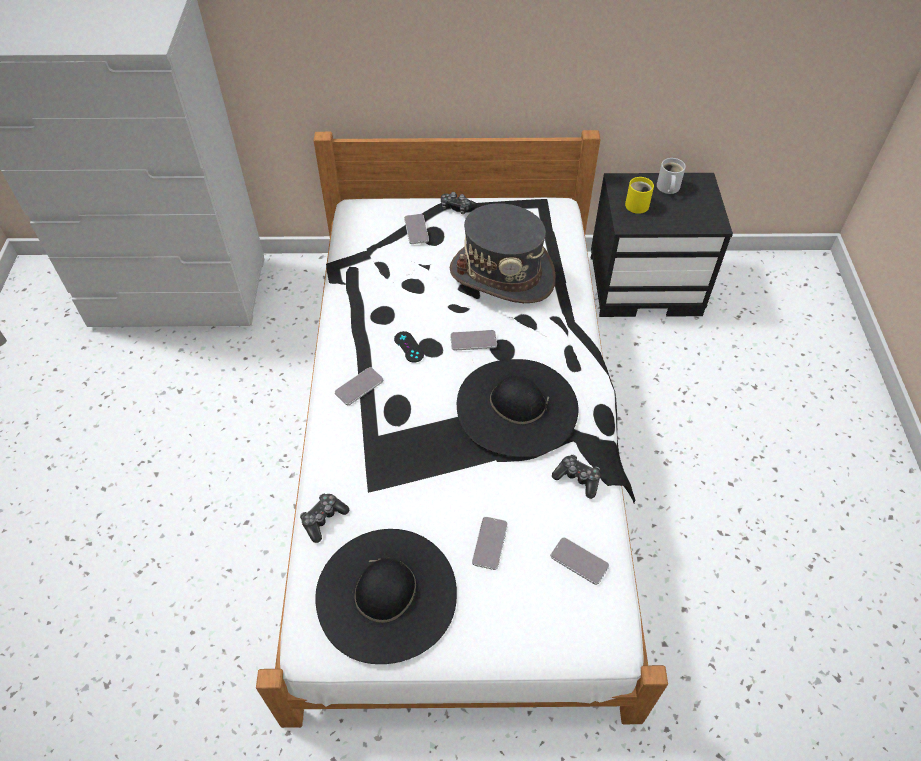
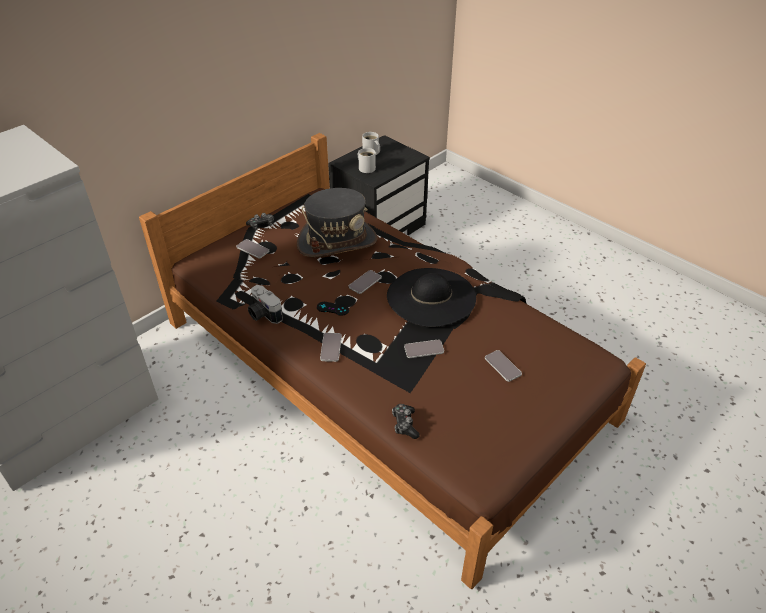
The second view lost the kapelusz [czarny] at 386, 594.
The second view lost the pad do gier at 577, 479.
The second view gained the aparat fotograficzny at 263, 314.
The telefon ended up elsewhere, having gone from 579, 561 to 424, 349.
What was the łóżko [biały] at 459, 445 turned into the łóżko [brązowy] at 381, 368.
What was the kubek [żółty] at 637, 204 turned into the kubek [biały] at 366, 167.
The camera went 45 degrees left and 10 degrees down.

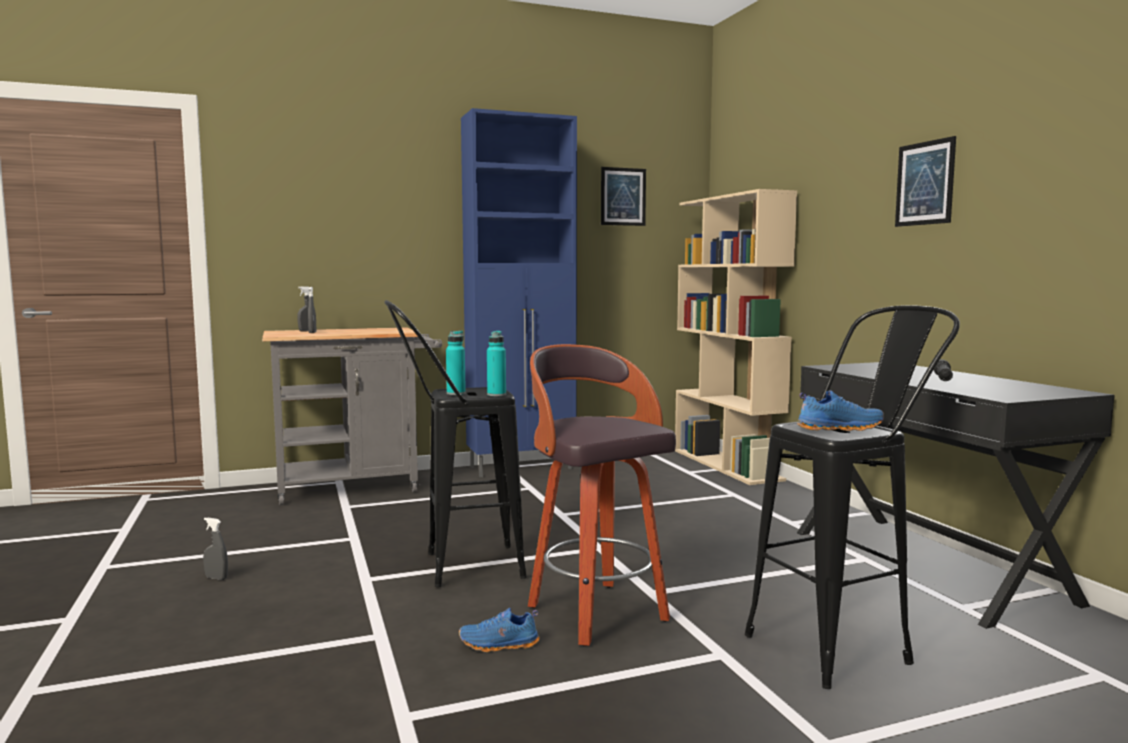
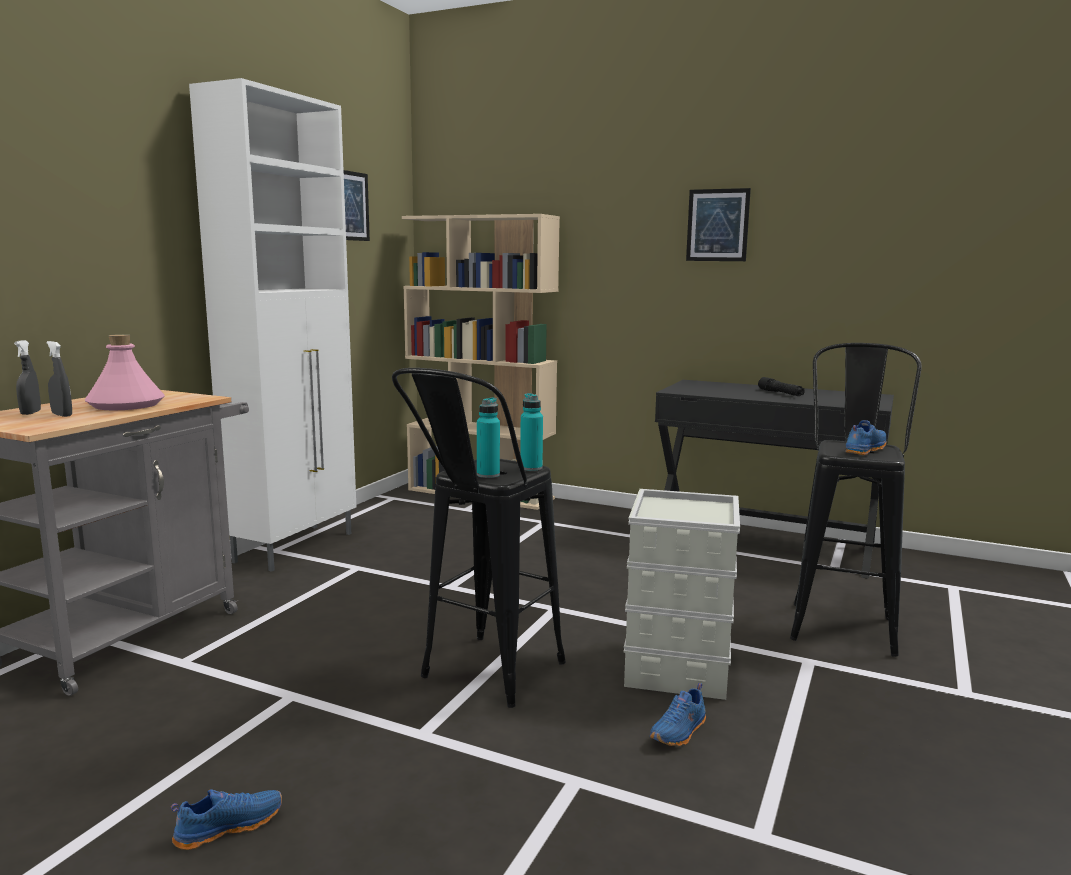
The second view gained the butelka [różowy] at 126, 405.
Where the spryskiwacz [szary] stood at 216, 578, the but [niebieski] came to stand at 229, 826.
Where the stołek stood at 594, 612, the pojemnik do przechowywania [szary] came to stand at 675, 668.
What was the szafka [niebieski] at 522, 468 turned into the szafka [biały] at 297, 547.
The camera went 45 degrees left and 5 degrees up.

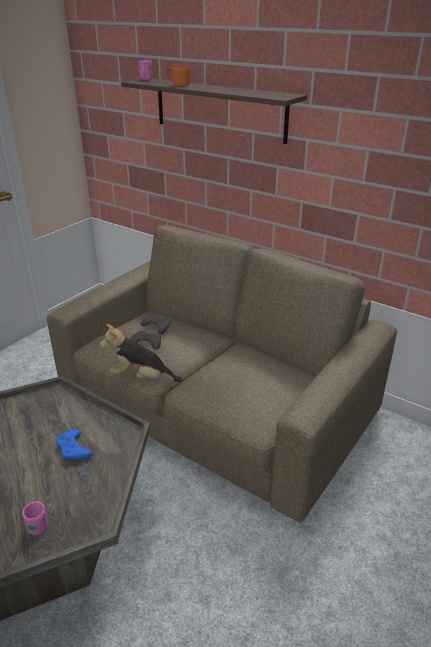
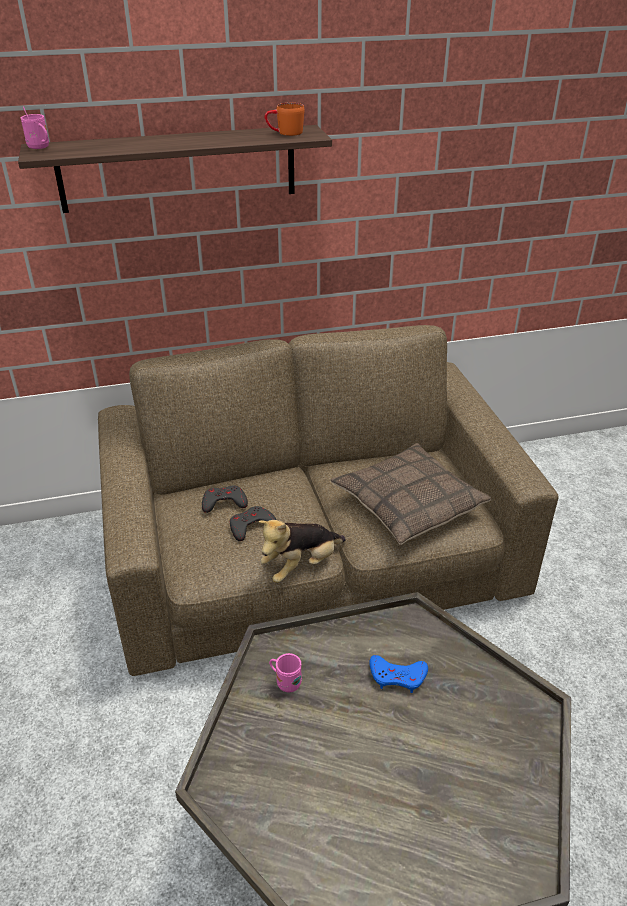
The second view gained the poduszka at 408, 503.
The kubek [różowy] ended up elsewhere, having gone from 39, 525 to 285, 682.
The kubek [pomarańczowy] ended up elsewhere, having gone from 178, 84 to 284, 133.
The camera went 50 degrees left and 5 degrees up.

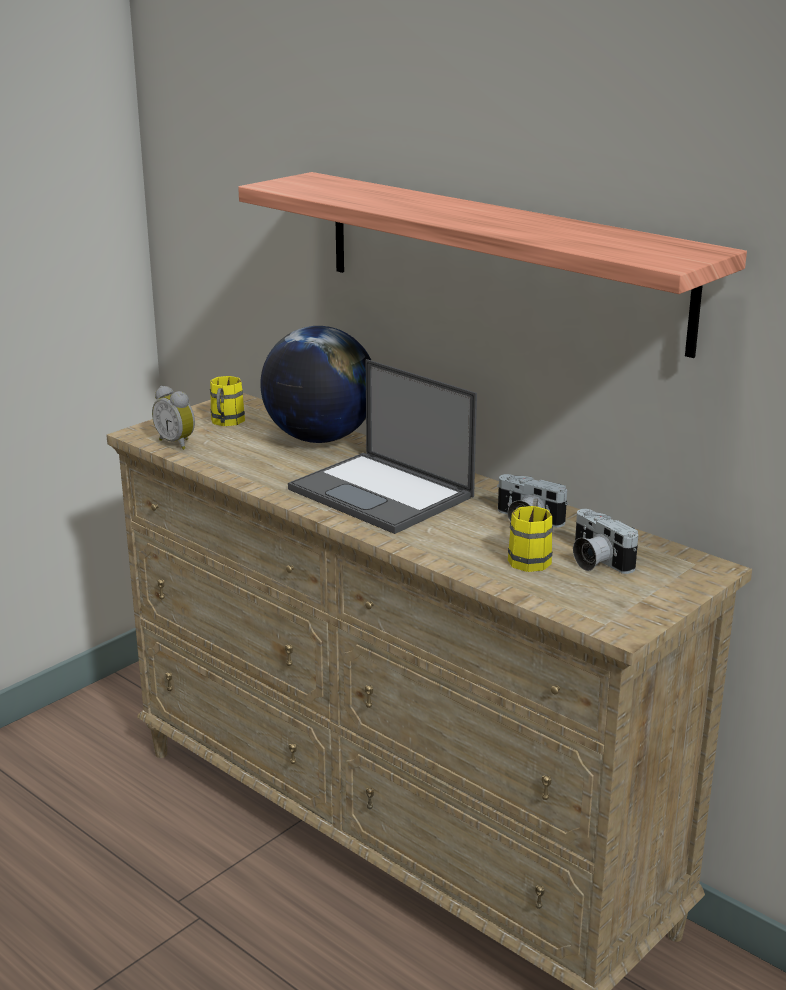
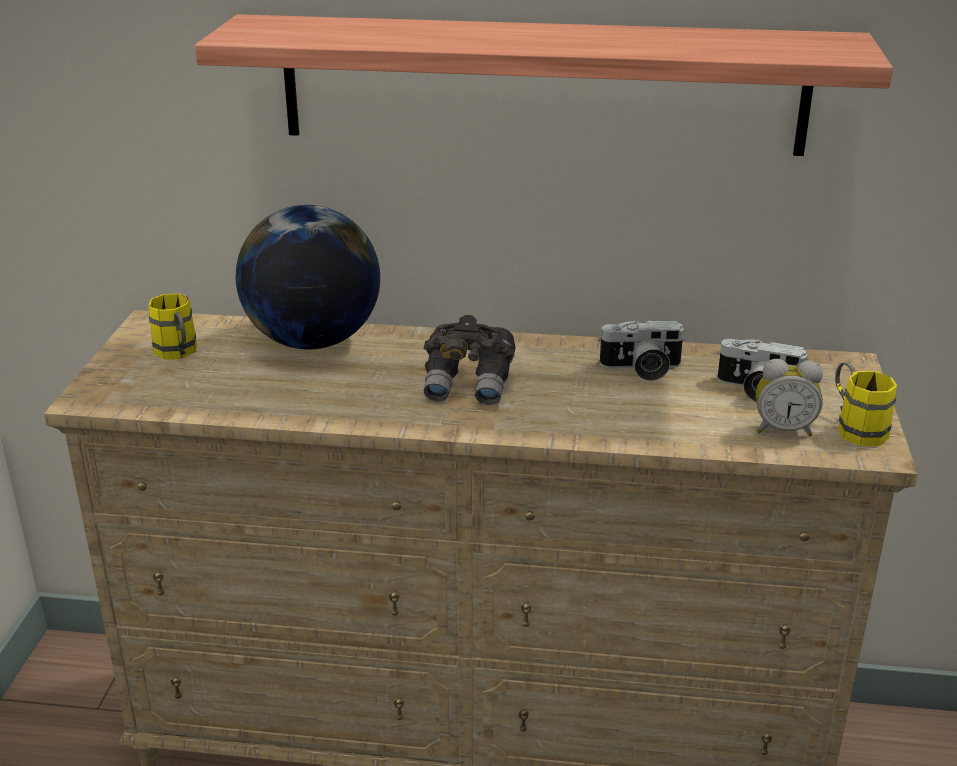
The budzik ended up elsewhere, having gone from 177, 443 to 783, 429.
The kubek [żółty] ended up elsewhere, having gone from 530, 556 to 854, 427.
Where the laptop stood at 383, 493, the lornetka [szary] came to stand at 469, 384.
The camera went 35 degrees left and 5 degrees up.

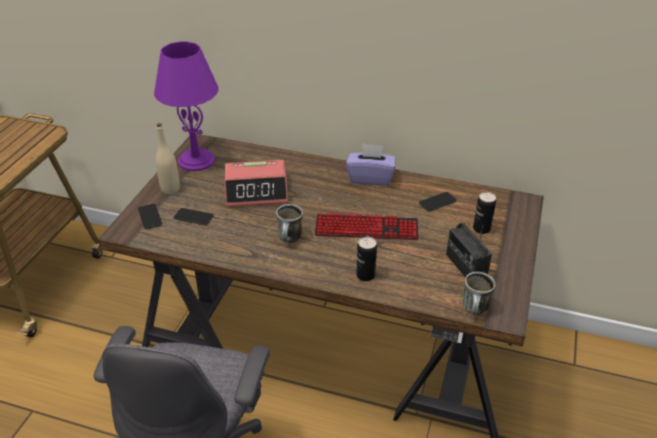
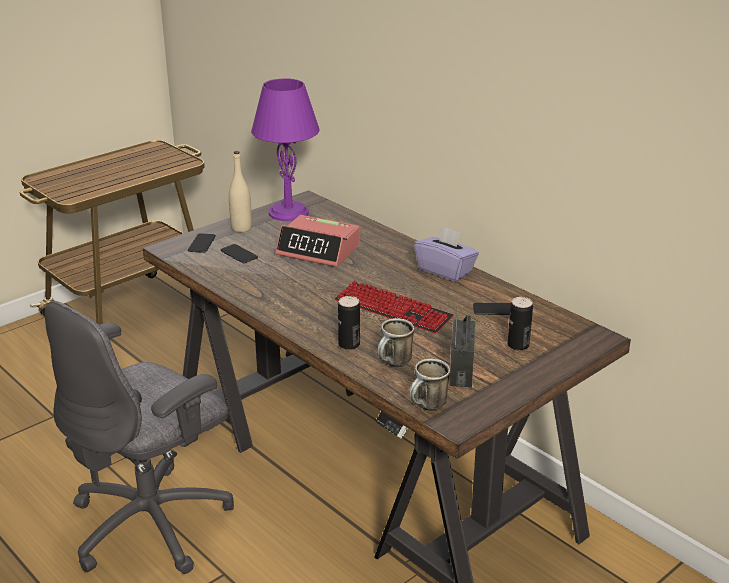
The kubek ended up elsewhere, having gone from 290, 240 to 394, 364.
The camera went 30 degrees right and 10 degrees down.

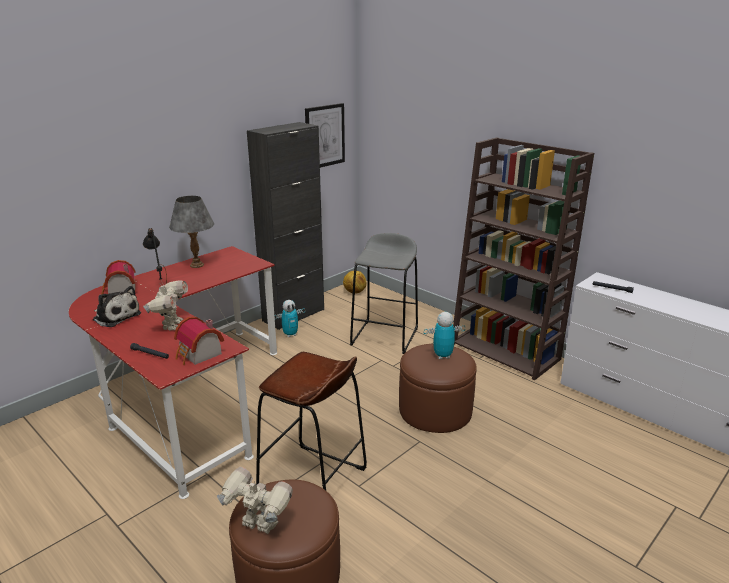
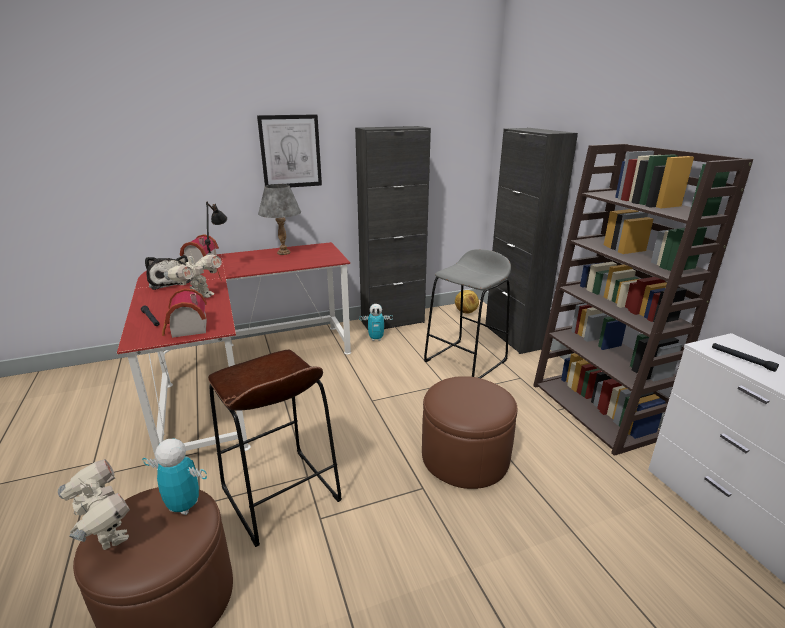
The second view gained the szafka [czarny] at 513, 337.
The obraz ended up elsewhere, having gone from 324, 136 to 290, 151.
The robot zabawkowy ended up elsewhere, having gone from 442, 356 to 184, 506.
The camera went 25 degrees right and 0 degrees up.

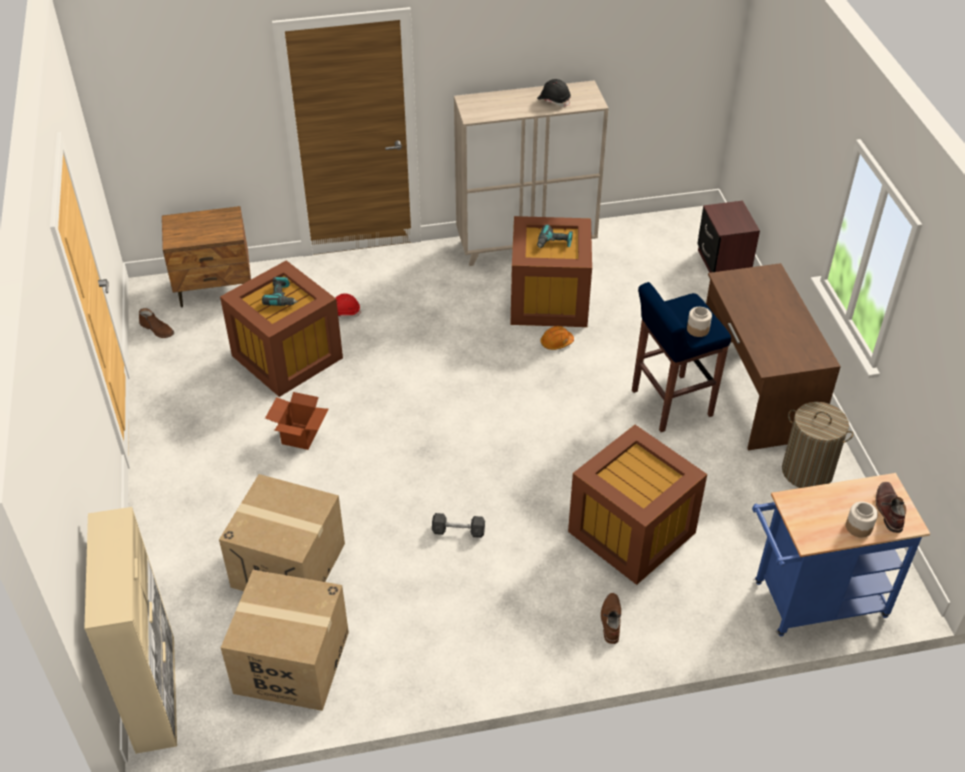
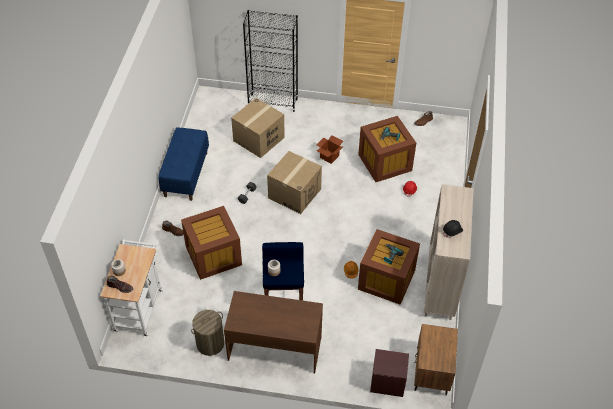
The second view lost the szafka [beżowy] at 155, 692.
The second view gained the ławka [niebieski] at 186, 174.
The second view gained the regał [czarny] at 273, 102.
The szafka nocna [brązowy] ended up elsewhere, having gone from 215, 287 to 431, 373.
The karton ended up elsewhere, having gone from 291, 662 to 294, 193.
What was the wózek [niebieski] at 812, 602 turned into the wózek [biały] at 139, 307.
The camera went 110 degrees right and 5 degrees up.

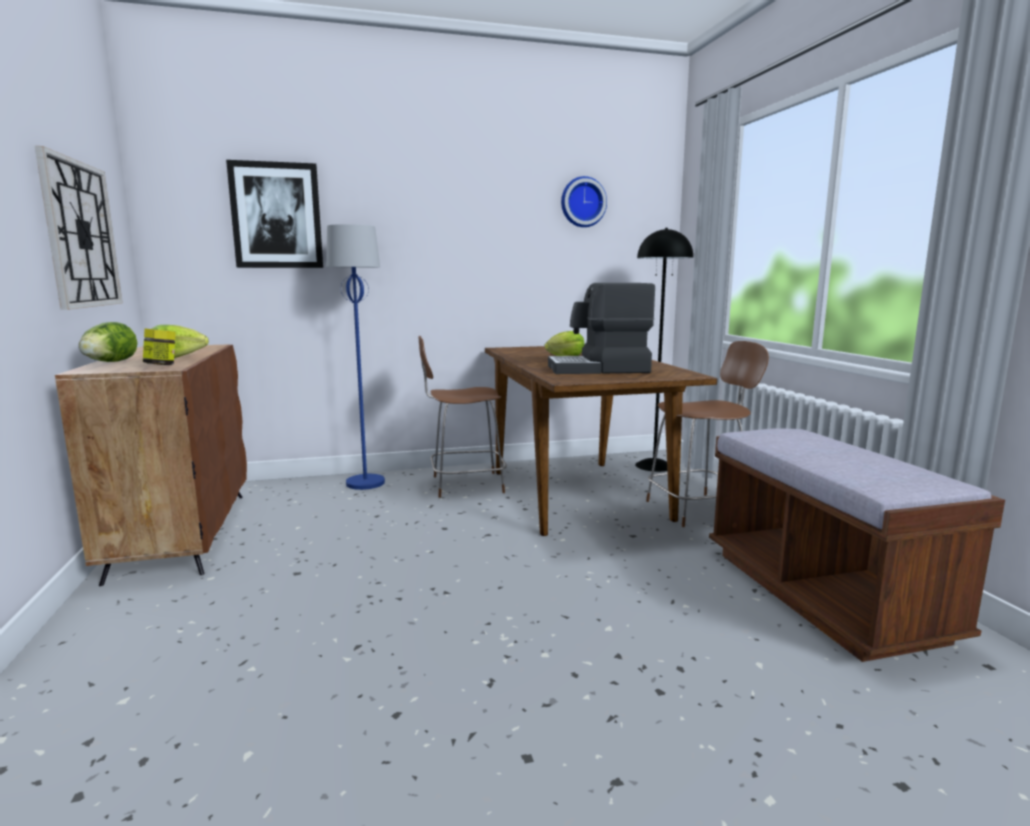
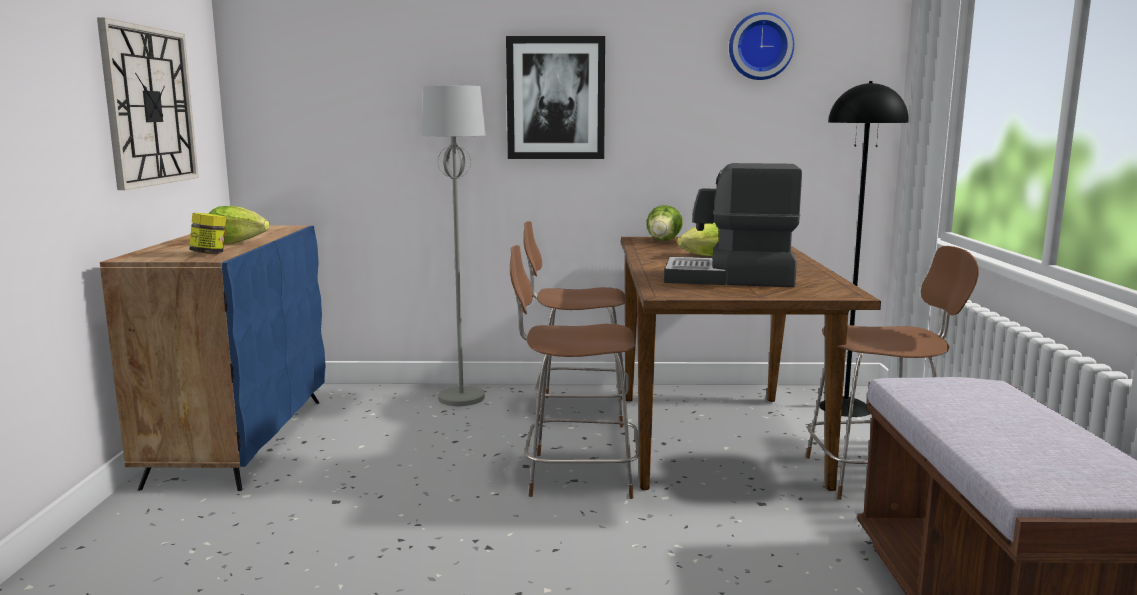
The second view gained the krzesło [brązowy] at 576, 475.
The sałata ended up elsewhere, having gone from 109, 362 to 663, 241.
The obraz ended up elsewhere, having gone from 276, 216 to 555, 98.
What was the szafka [brązowy] at 182, 533 turned into the szafka [niebieski] at 240, 440.
What was the lampa stojąca [niebieski] at 365, 483 turned into the lampa stojąca [szary] at 461, 398.
The camera went 15 degrees right and 0 degrees up.

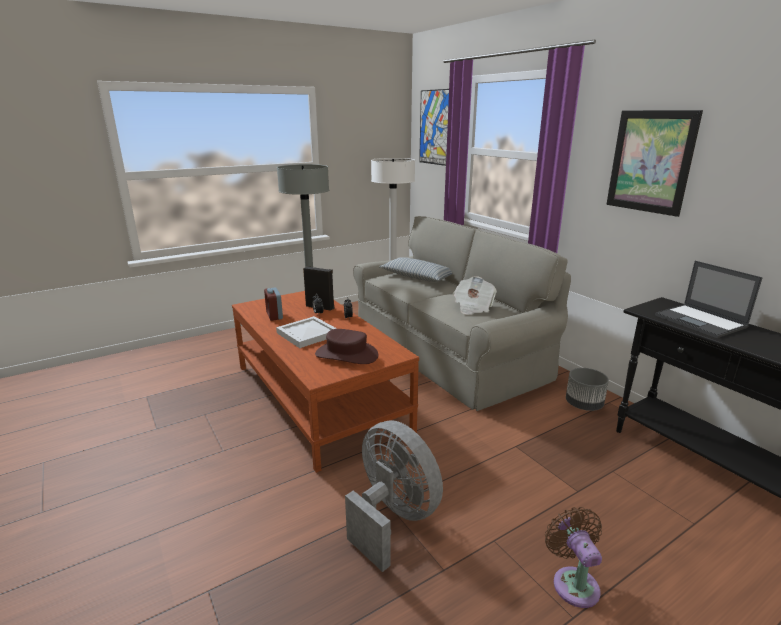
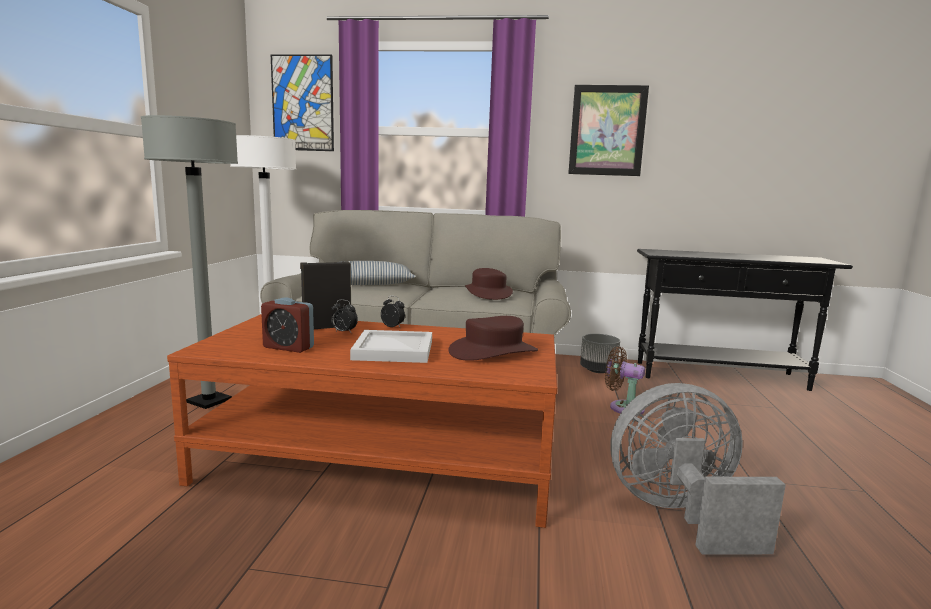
The second view lost the laptop at 701, 321.
The wentylator [brązowy] ended up elsewhere, having gone from 573, 582 to 622, 407.
Where the gazeta stood at 473, 307, the kapelusz [brązowy] came to stand at 488, 293.
The camera went 50 degrees left and 10 degrees down.

